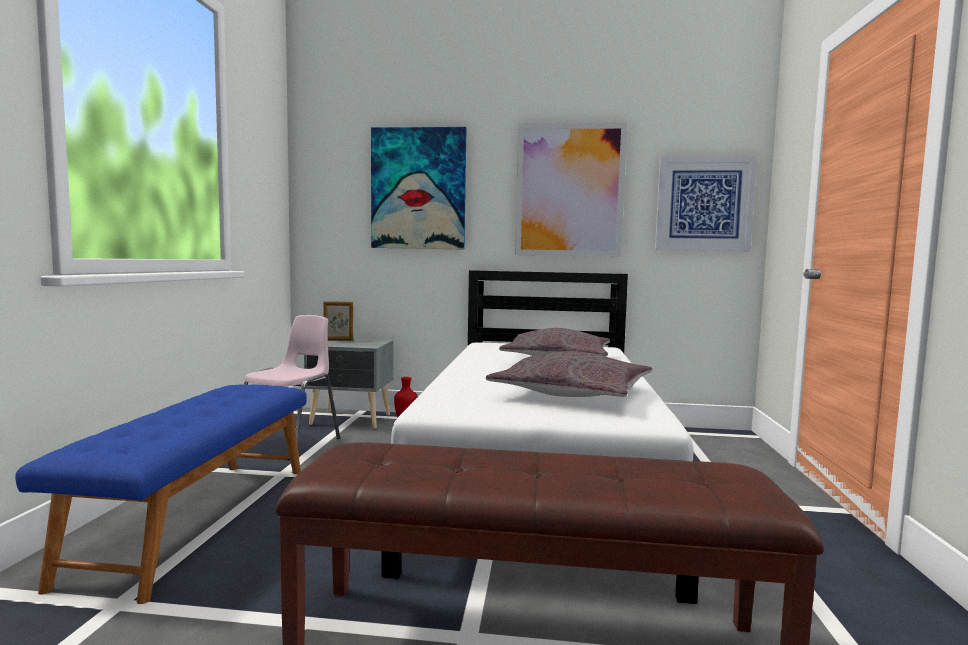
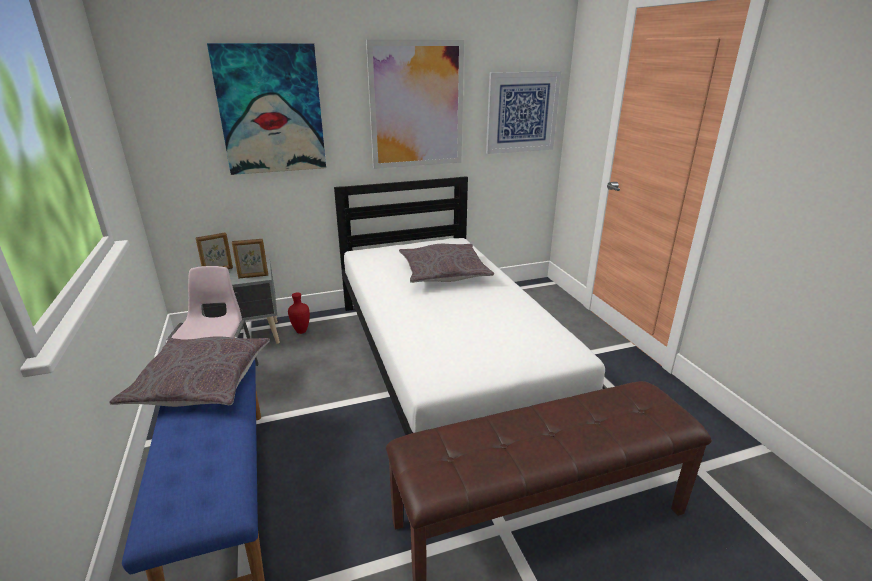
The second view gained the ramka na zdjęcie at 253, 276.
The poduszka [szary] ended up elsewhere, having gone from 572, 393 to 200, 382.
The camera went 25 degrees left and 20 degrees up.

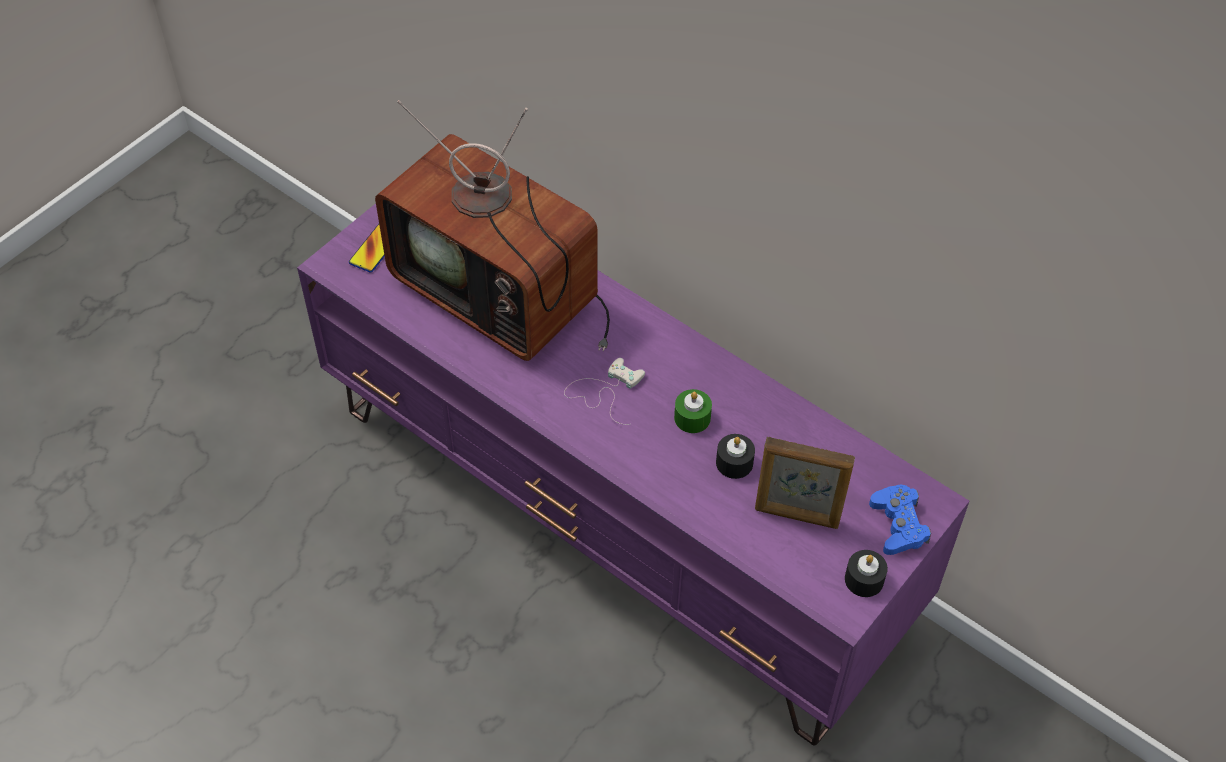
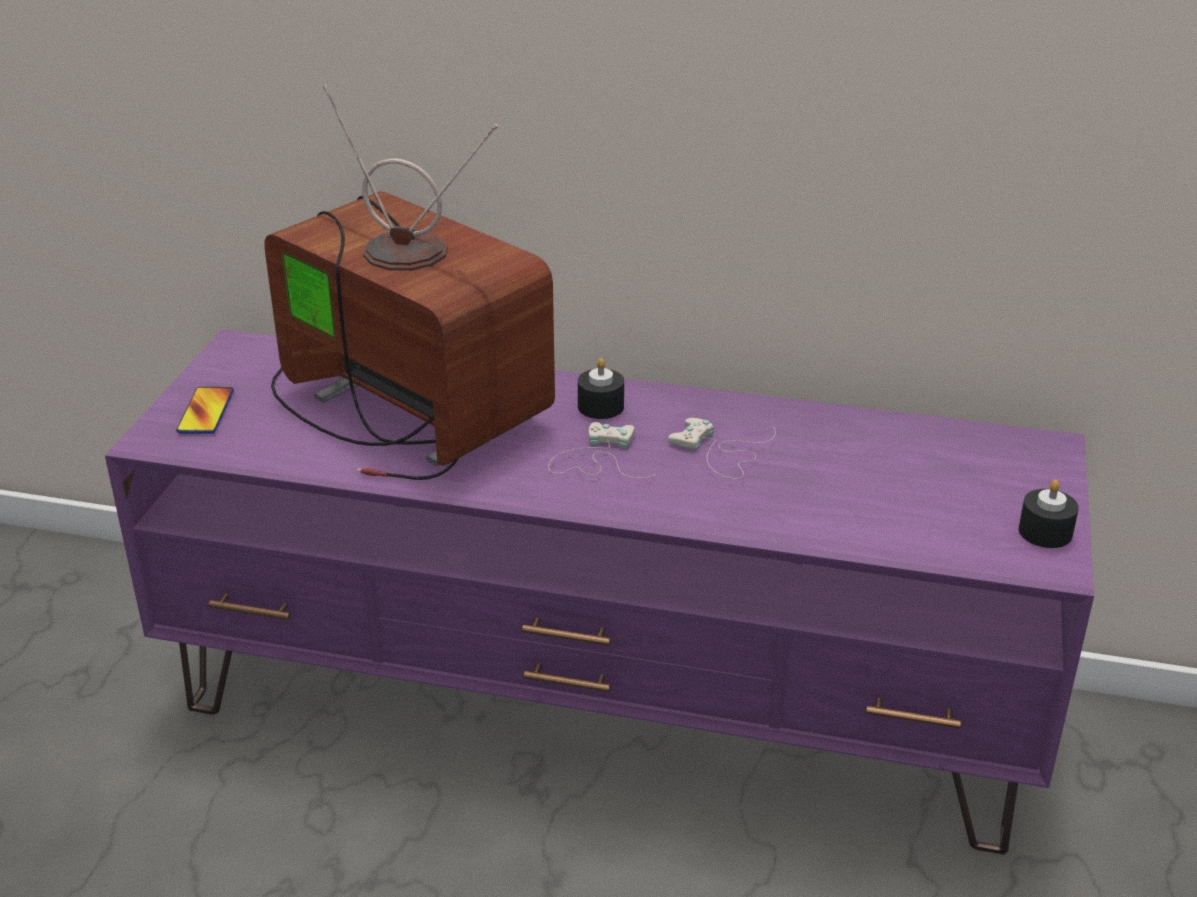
The second view lost the ramka na zdjęcie at 797, 515.
The second view lost the pad do gier [niebieski] at 898, 525.
The świeca [czarny] ended up elsewhere, having gone from 734, 463 to 600, 406.
Where the świeca [zielony] stood at 692, 418, the pad do gier [biały] came to stand at 721, 452.
The telewizor at 503, 293 ended up facing another way, 150 degrees counterclockwise from before.
The camera went 25 degrees left and 20 degrees down.

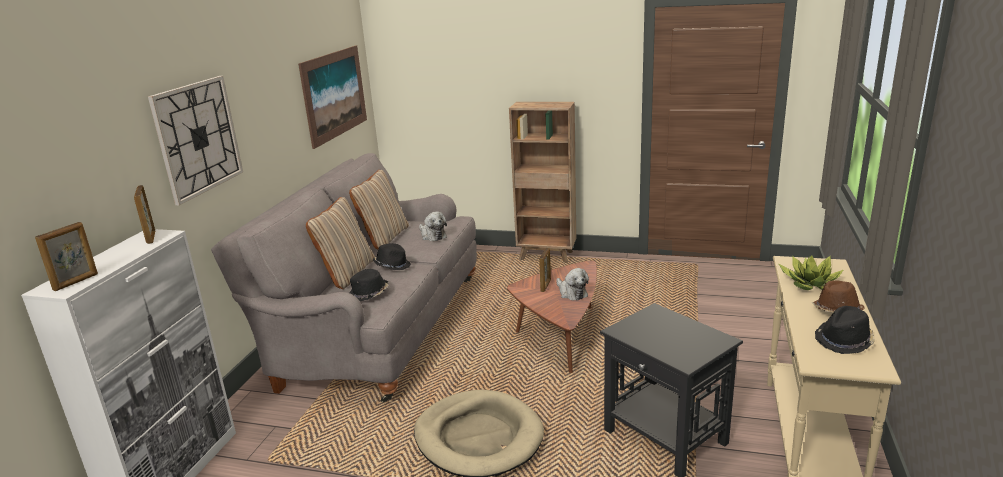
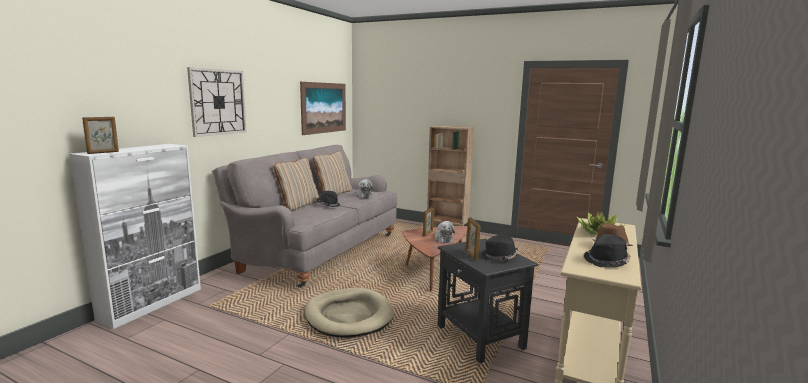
The ramka na zdjęcie ended up elsewhere, having gone from 151, 237 to 471, 255.
The kapelusz [czarny] ended up elsewhere, having gone from 369, 294 to 499, 257.
The camera went 10 degrees right and 10 degrees down.

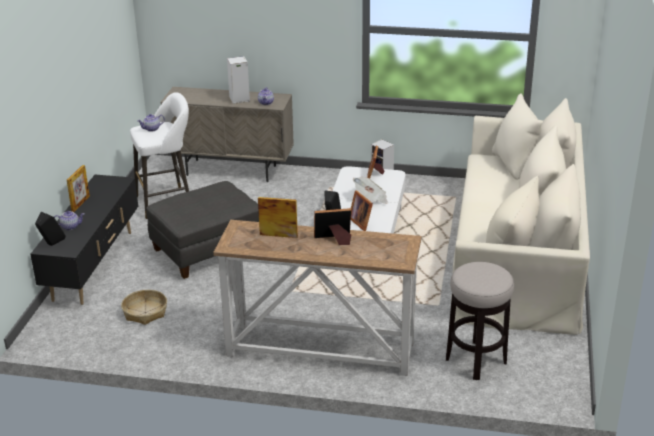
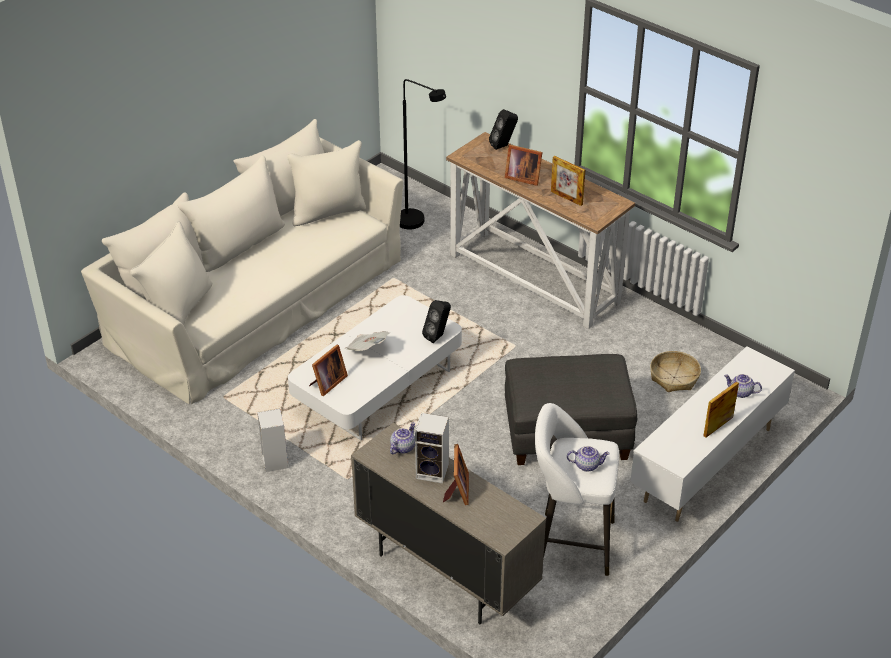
The głośnik [czarny] ended up elsewhere, having gone from 52, 245 to 503, 146.
The ramka na zdjęcie ended up elsewhere, having gone from 361, 222 to 457, 490.
Where the stołek stood at 476, 361, the lampa stojąca [czarny] came to stand at 417, 223.
What was the szafka pod telewizor [czarny] at 94, 265 turned into the szafka pod telewizor [biały] at 706, 465.
The camera went 150 degrees left and 10 degrees up.

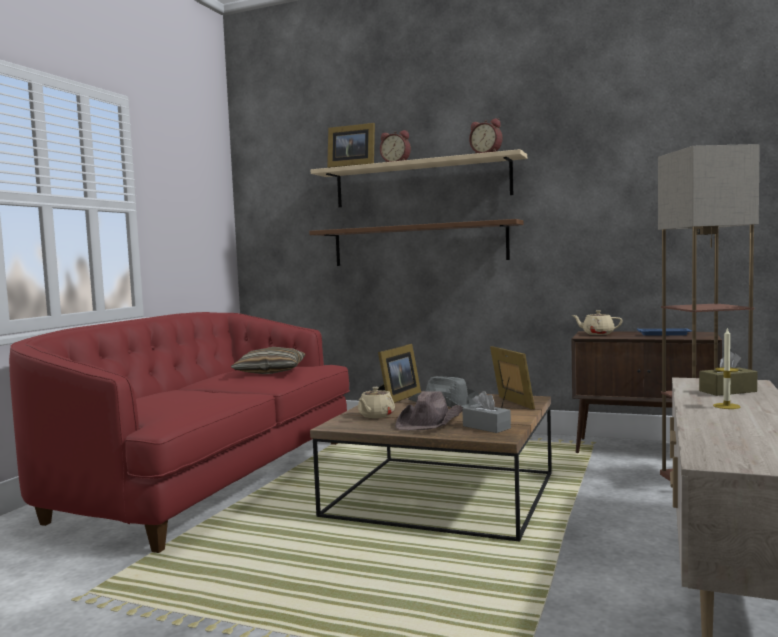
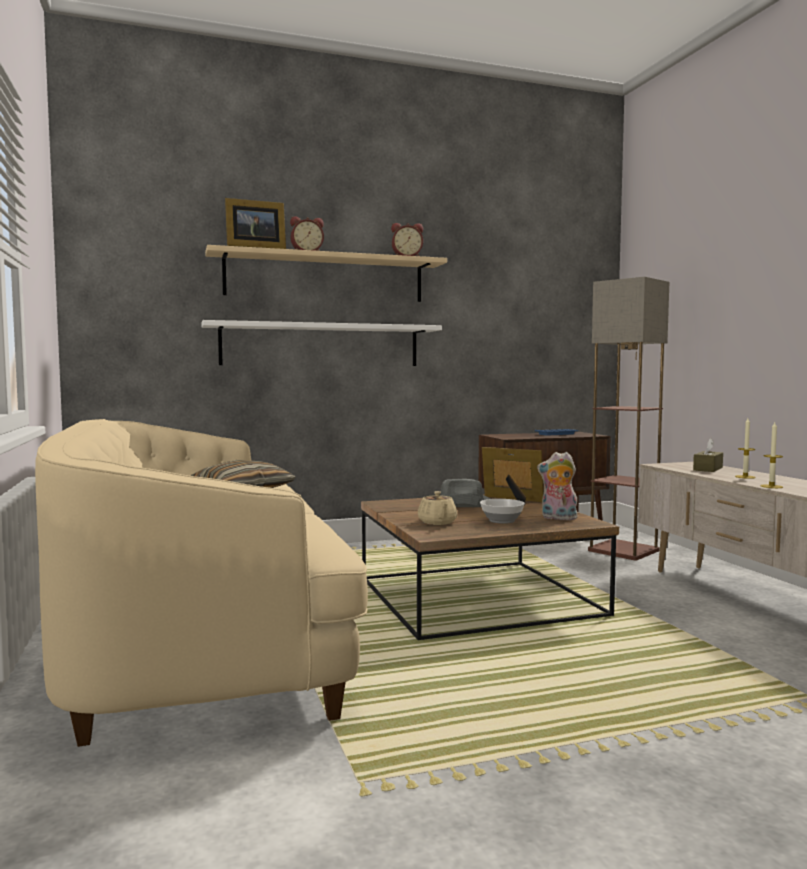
The second view lost the ramka na zdjęcie at 397, 398.
The second view lost the imbryk [beżowy] at 597, 334.
The second view gained the świeca at 771, 486.
Where the kapelusz [brązowy] stood at 430, 422, the miska came to stand at 502, 520.
Where the pudełko chusteczek [szary] stood at 486, 427, the pluszak came to stand at 558, 518.
What was the kanapa [czerwony] at 208, 480 turned into the kanapa [beżowy] at 203, 638.
What was the półka [brązowy] at 418, 244 turned into the półka [biały] at 321, 345.
The camera went 40 degrees left and 0 degrees up.

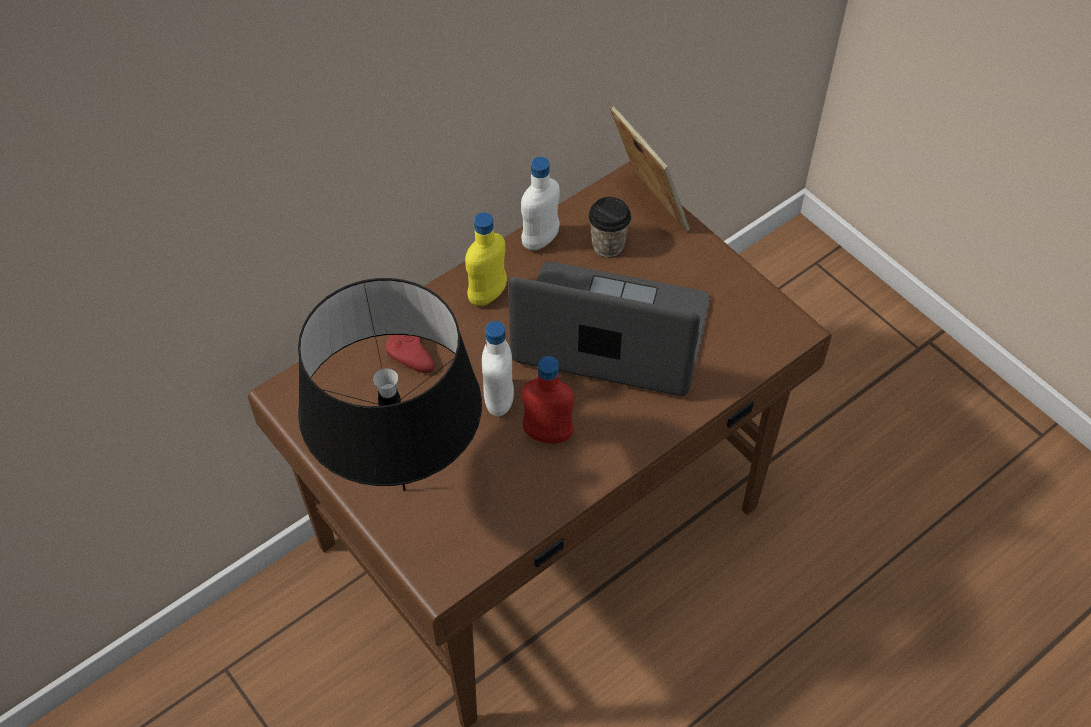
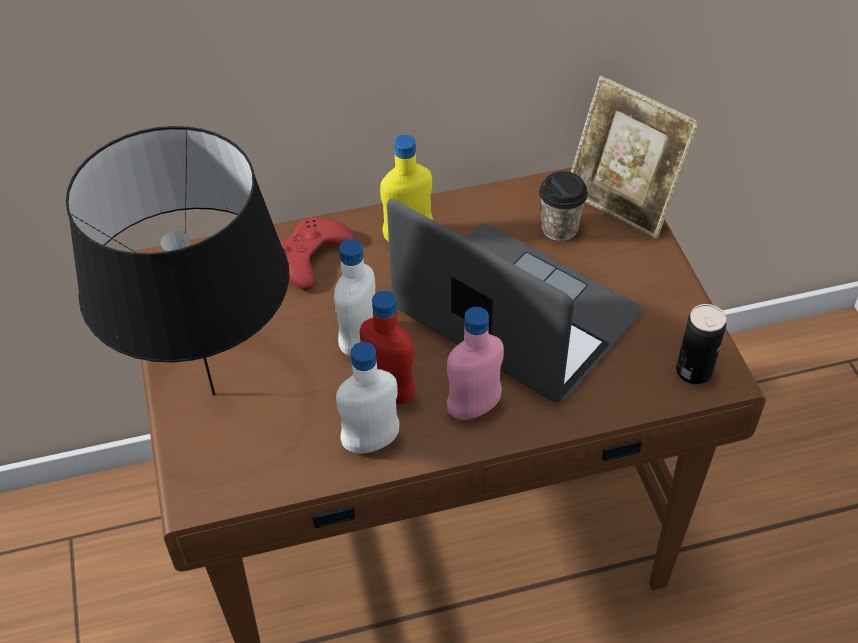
The second view gained the butelka [różowy] at 474, 408.
The second view gained the puszka at 693, 371.
The butelka [biały] ended up elsewhere, having gone from 540, 240 to 371, 442.
The ramka na zdjęcie at 646, 206 ended up facing another way, 135 degrees clockwise from before.
The camera went 25 degrees right and 5 degrees down.

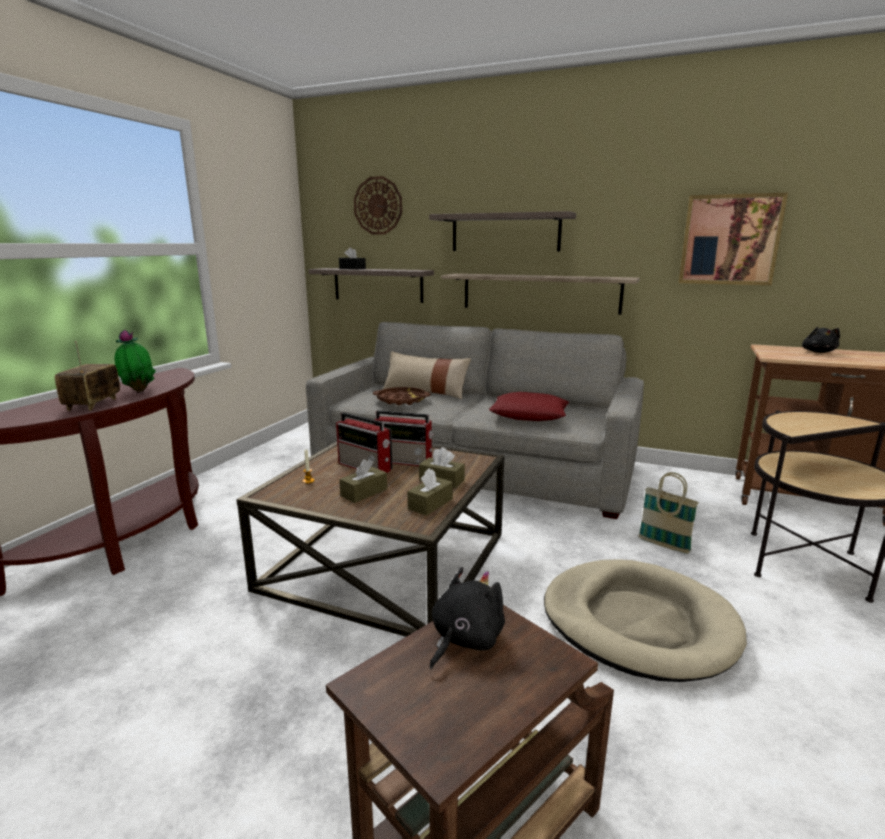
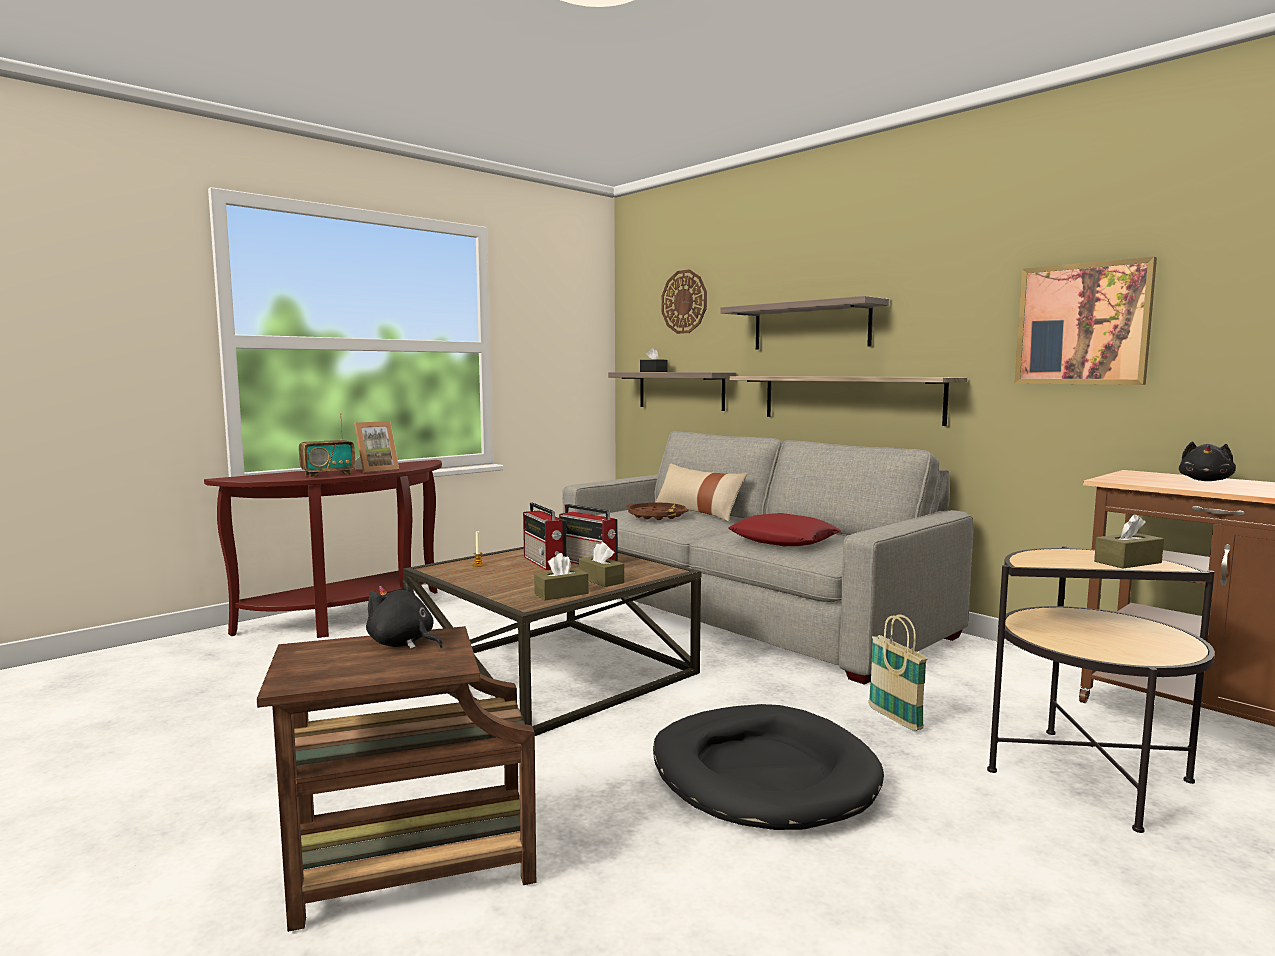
The pudełko chusteczek [brązowy] ended up elsewhere, having gone from 364, 492 to 1127, 562.
Where the roślina doniczkowa stood at 138, 390, the ramka na zdjęcie came to stand at 375, 470.
What was the legowisko [beżowy] at 638, 623 turned into the legowisko [czarny] at 763, 774.
The radio at 93, 404 ended up facing another way, 150 degrees counterclockwise from before.
The pluszak [czarny] at 464, 639 ended up facing another way, 120 degrees counterclockwise from before.
The camera went 25 degrees right and 10 degrees down.

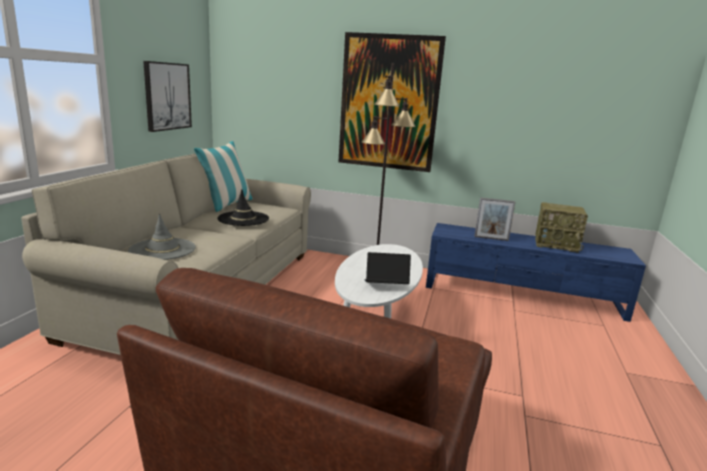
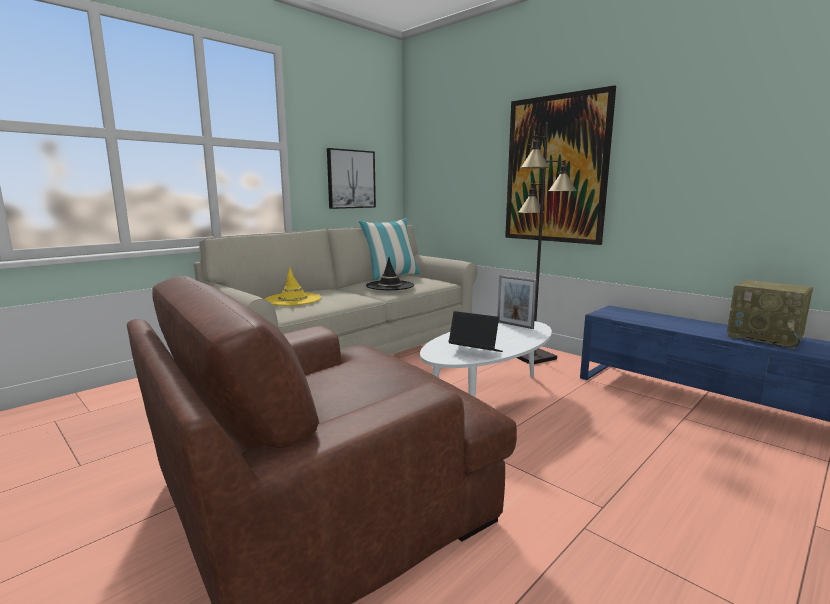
The ramka na zdjęcie ended up elsewhere, having gone from 491, 238 to 515, 325.
What was the kapelusz [szary] at 162, 249 turned into the kapelusz [żółty] at 293, 299.
The camera went 30 degrees right and 5 degrees down.

